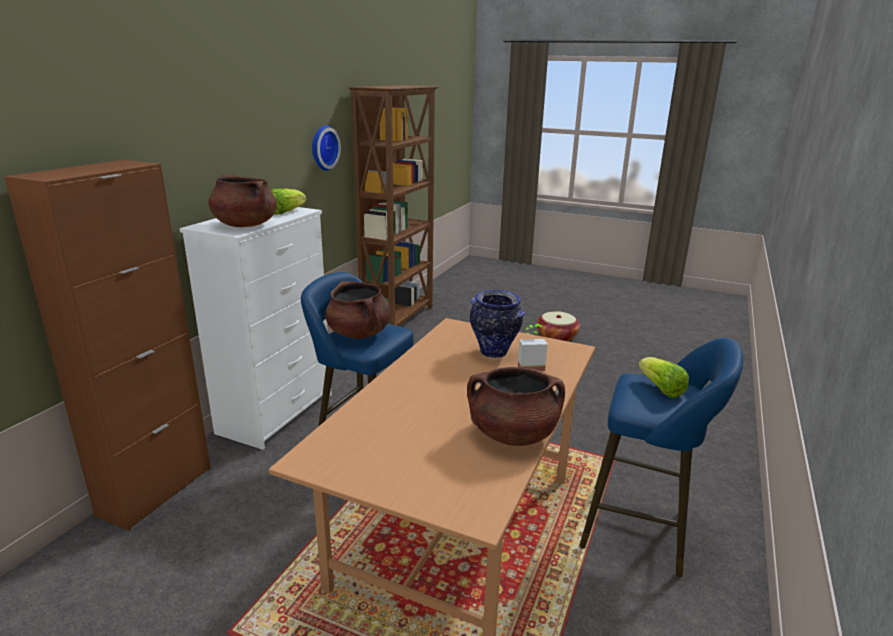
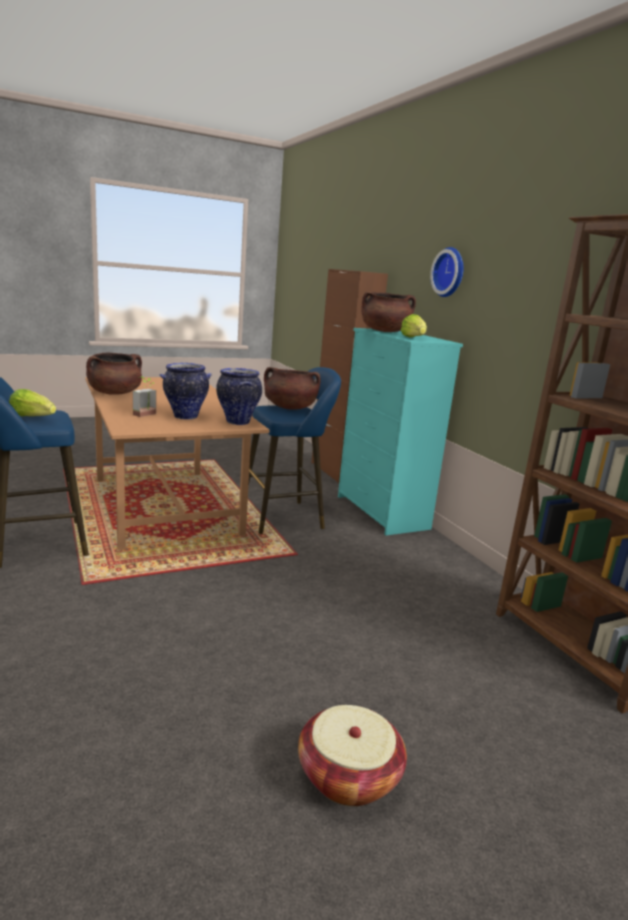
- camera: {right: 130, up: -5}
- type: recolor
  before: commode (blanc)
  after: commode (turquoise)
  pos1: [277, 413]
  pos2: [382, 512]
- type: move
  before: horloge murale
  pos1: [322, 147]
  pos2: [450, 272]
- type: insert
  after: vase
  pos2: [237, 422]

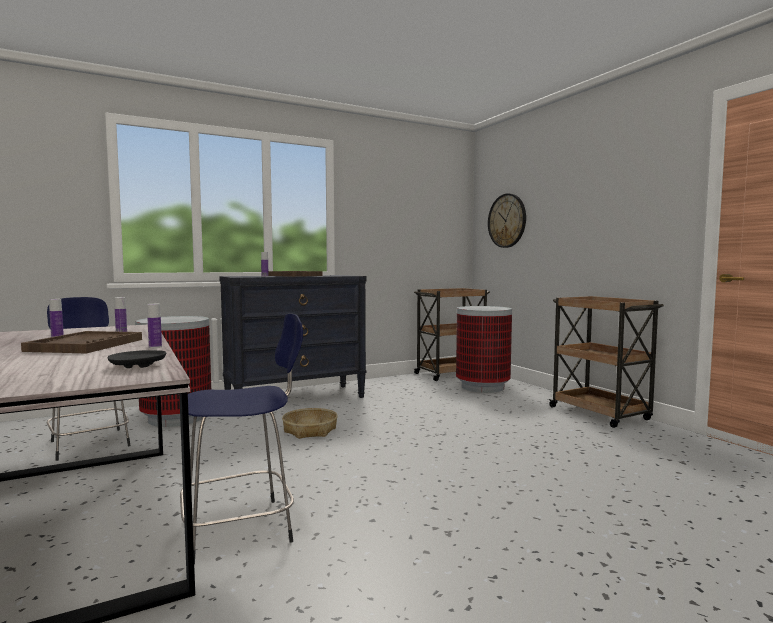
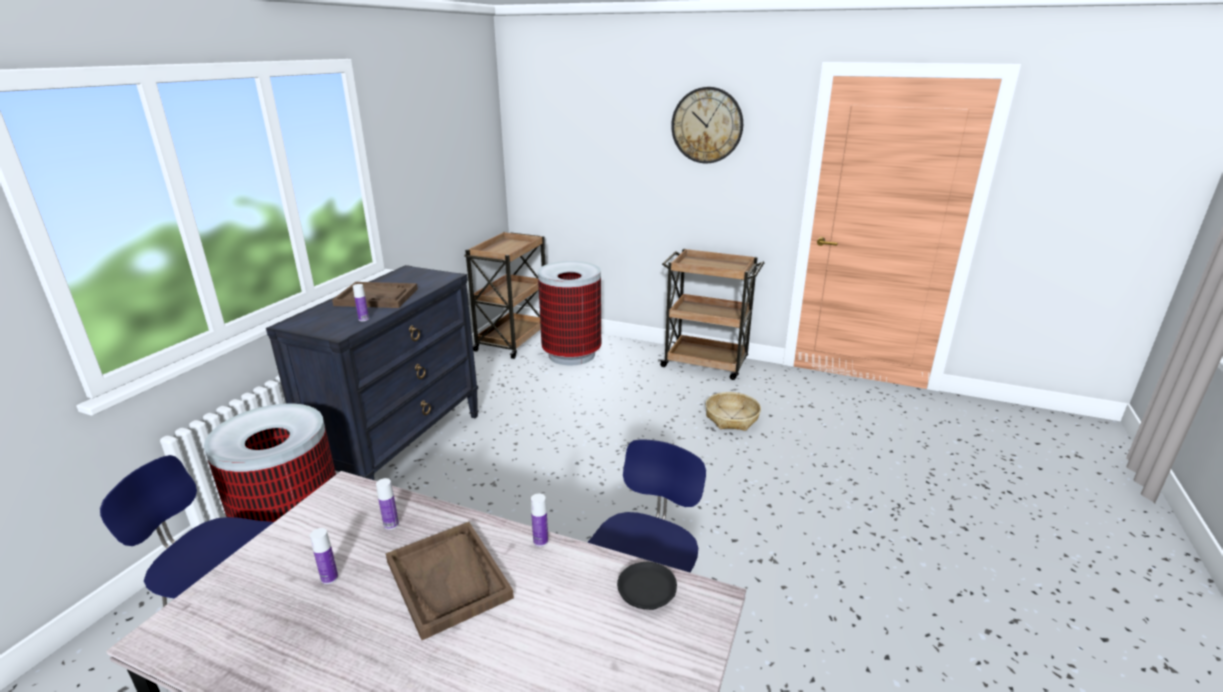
- camera: {right: -40, up: 20}
- type: move
  before: panier
  pos1: [310, 430]
  pos2: [731, 418]
- type: move
  before: horloge murale
  pos1: [507, 220]
  pos2: [707, 125]

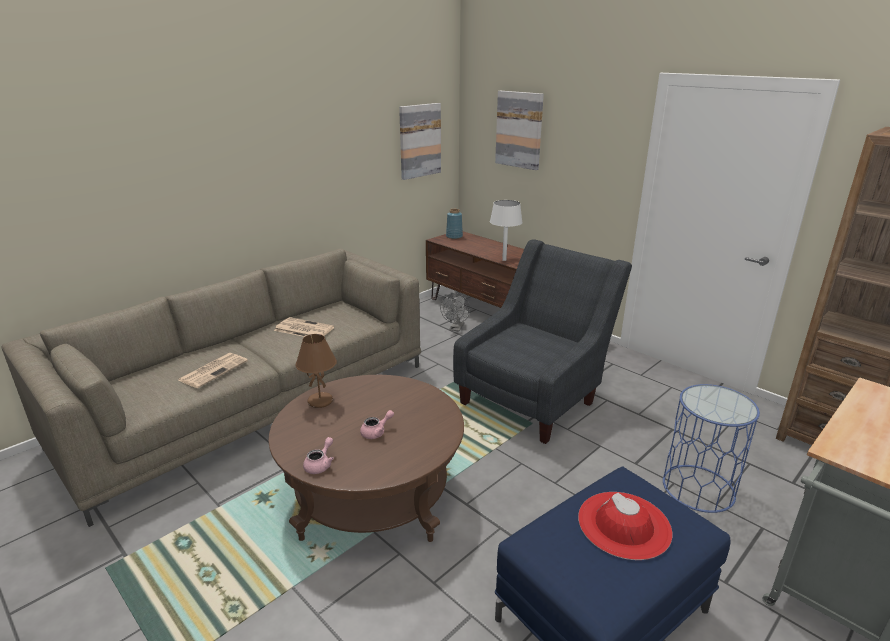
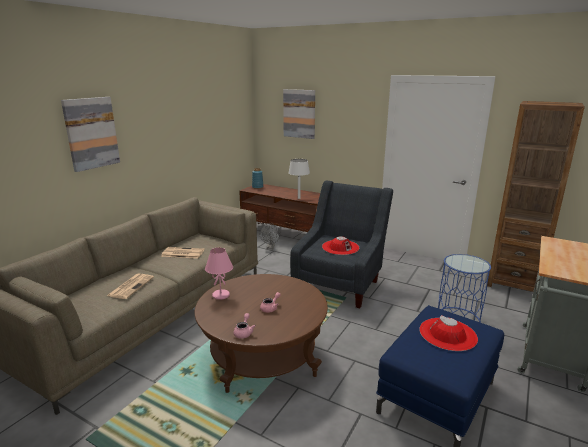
- camera: {right: -15, up: -5}
- type: recolor
  before: lampe de table (marron)
  after: lampe de table (rose)
  pos1: [321, 401]
  pos2: [221, 295]
- type: move
  before: tableau
  pos1: [419, 141]
  pos2: [91, 133]
- type: insert
  after: chapeau (rouge)
  pos2: [340, 247]

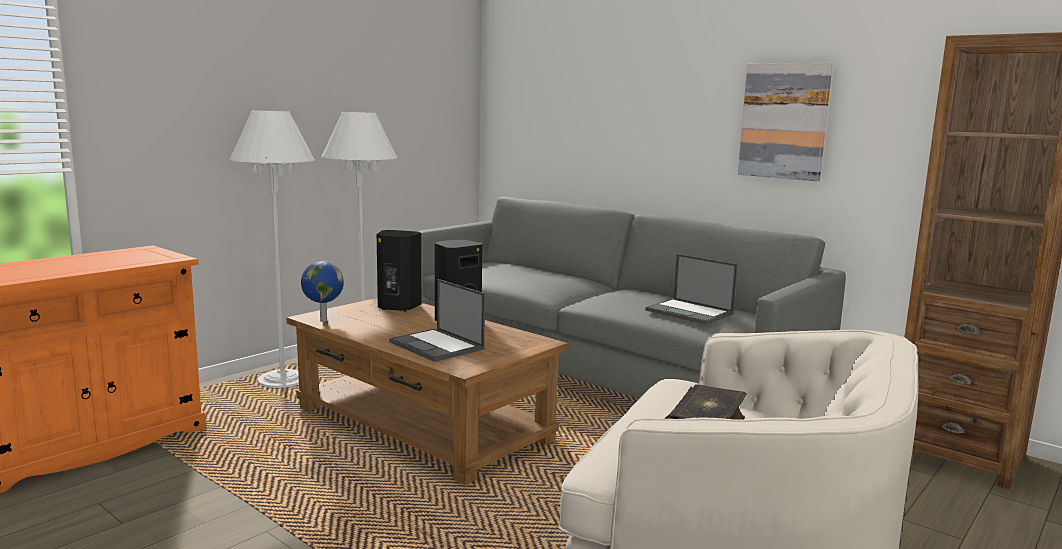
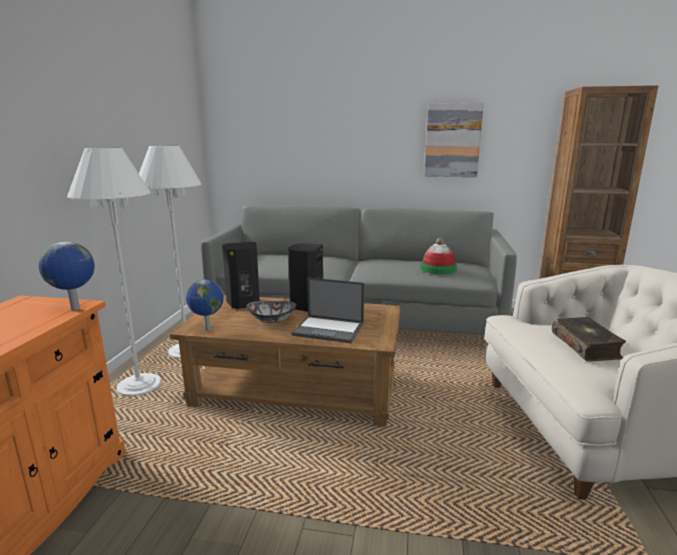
- camera: {right: -30, up: 5}
- type: replace
  before: ordinateur portable
  after: chapeau
  pos1: [690, 312]
  pos2: [438, 269]
- type: insert
  after: globe
  pos2: [75, 309]
- type: insert
  after: bol
  pos2: [272, 320]

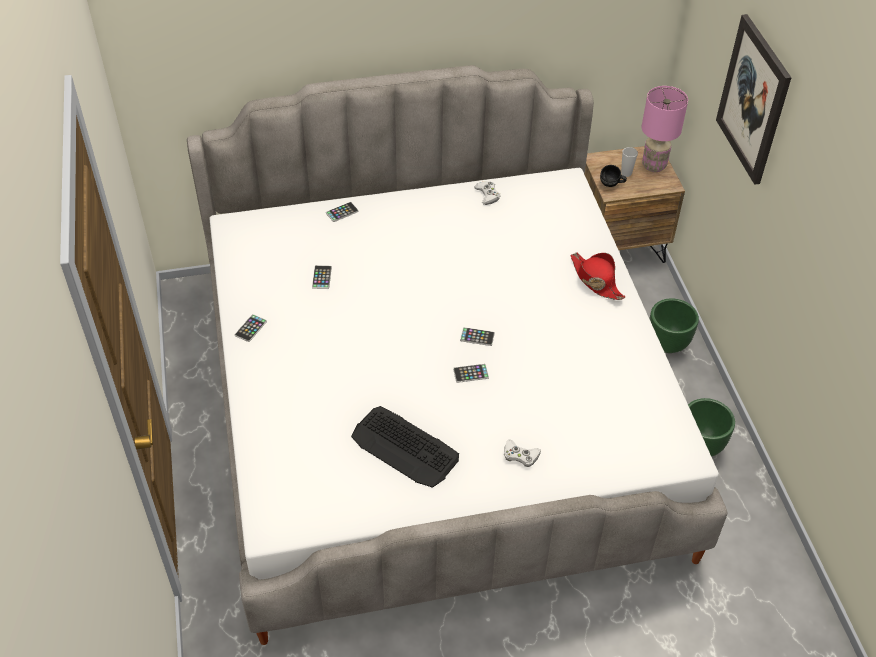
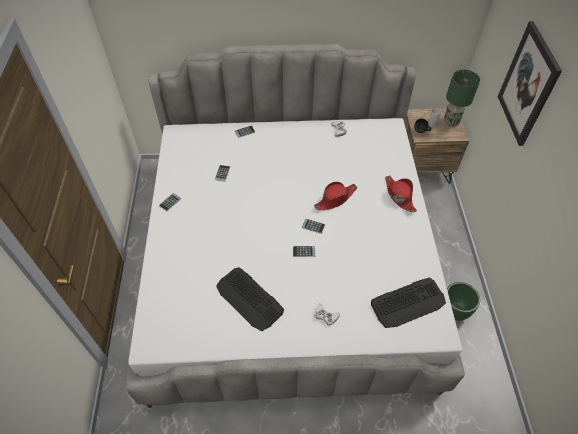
- camera: {right: 10, up: 5}
- type: recolor
  before: lampe de table (rose)
  after: lampe de table (vert)
  pos1: [653, 166]
  pos2: [451, 121]
- type: delete
  before: cache-pot (vert)
  pos1: [668, 344]
- type: insert
  after: chapeau (rouge)
  pos2: [335, 199]
- type: insert
  after: clavier
  pos2: [408, 303]

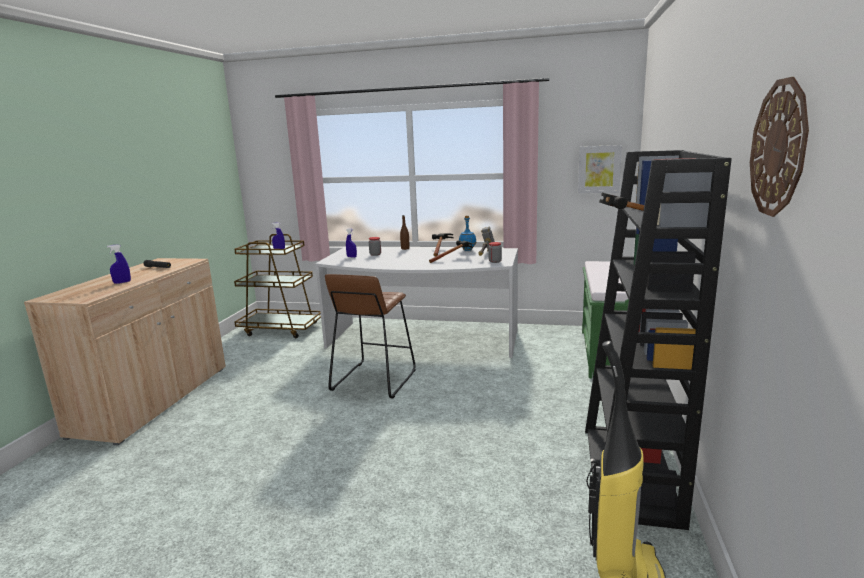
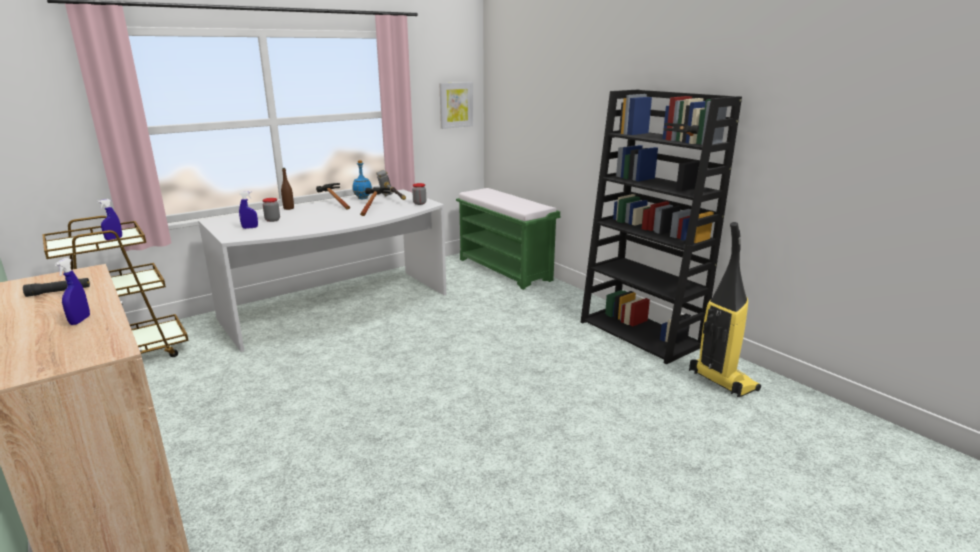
- camera: {right: -50, up: 5}
- type: delete
  before: tabouret (marron)
  pos1: [374, 380]
- type: delete
  before: horloge murale
  pos1: [779, 148]

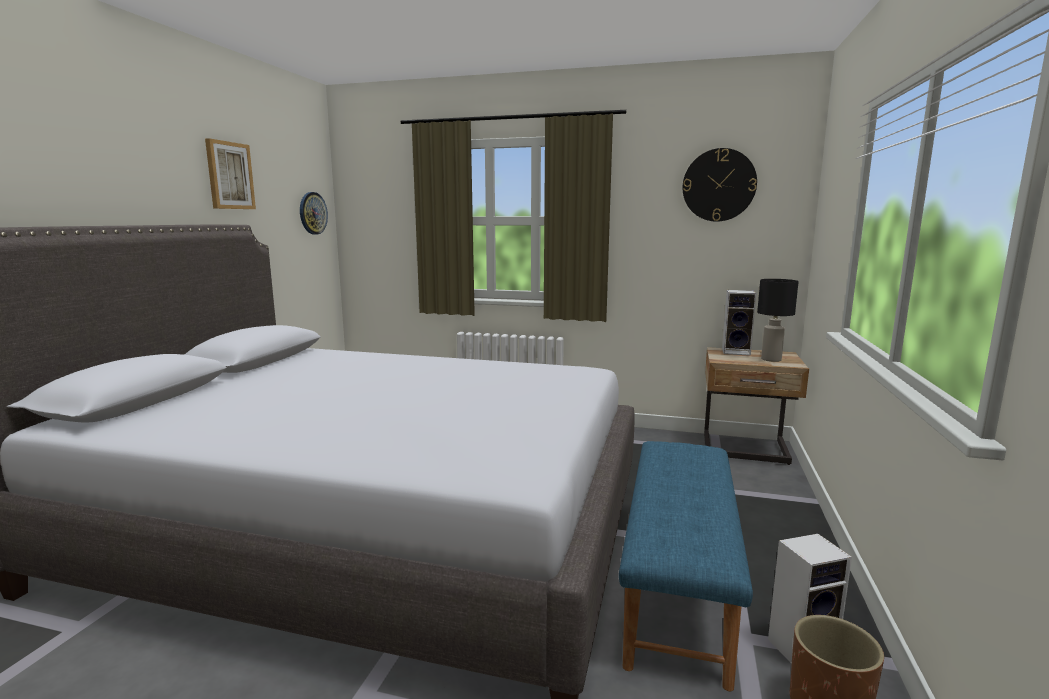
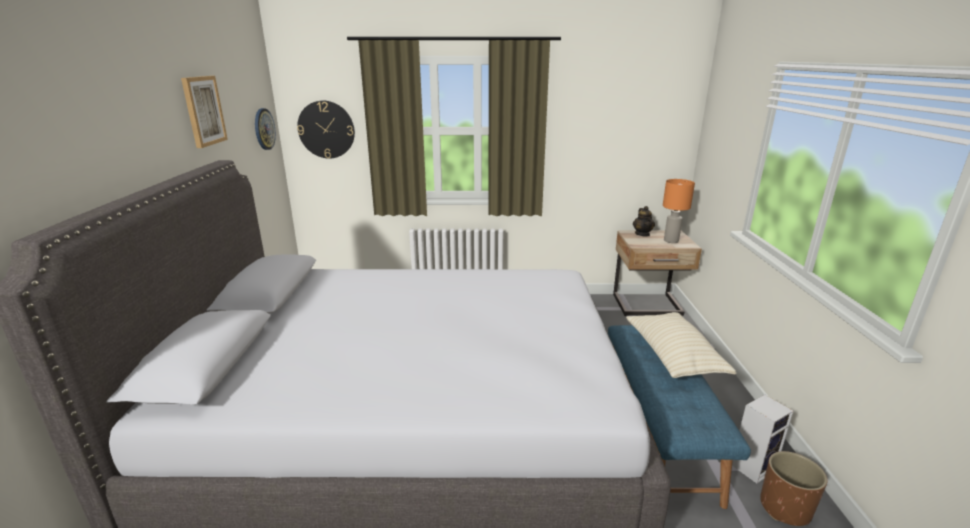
- camera: {right: -15, up: 10}
- type: move
  before: horloge murale
  pos1: [719, 185]
  pos2: [326, 129]
- type: replace
  before: enceinte
  after: théière
  pos1: [737, 352]
  pos2: [642, 234]
- type: recolor
  before: lampe de table (noir)
  after: lampe de table (orange)
  pos1: [770, 359]
  pos2: [670, 241]
- type: insert
  after: coussin (beige)
  pos2: [673, 356]

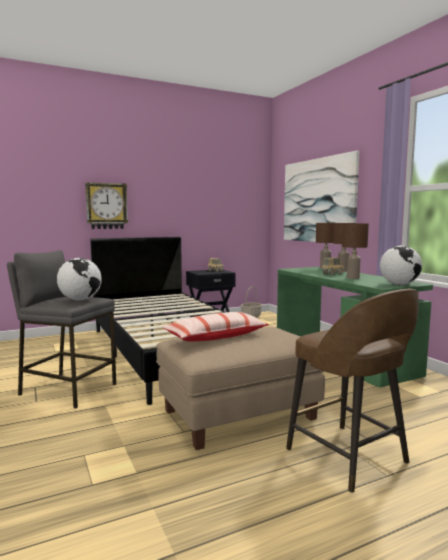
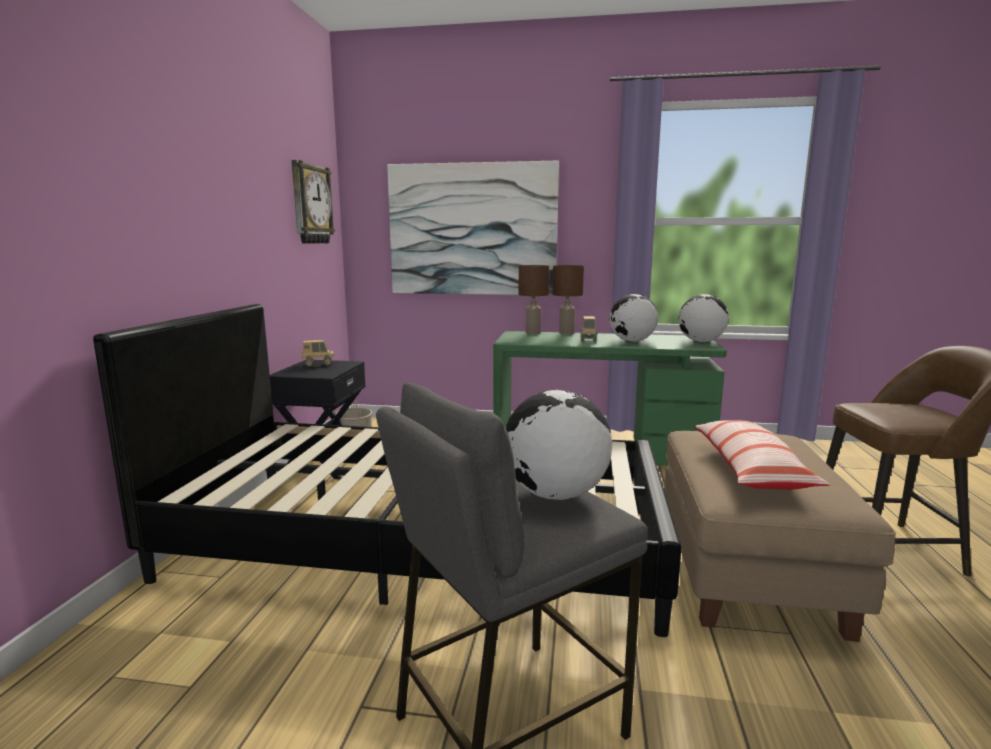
- camera: {right: -55, up: 5}
- type: move
  before: horloge murale
  pos1: [106, 206]
  pos2: [310, 204]
- type: replace
  before: lampe de table (marron)
  after: globe
  pos1: [353, 278]
  pos2: [631, 341]

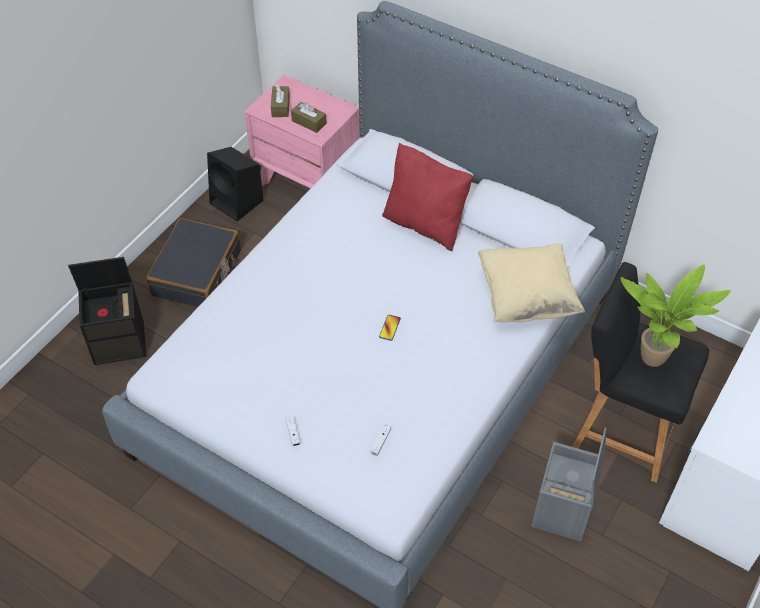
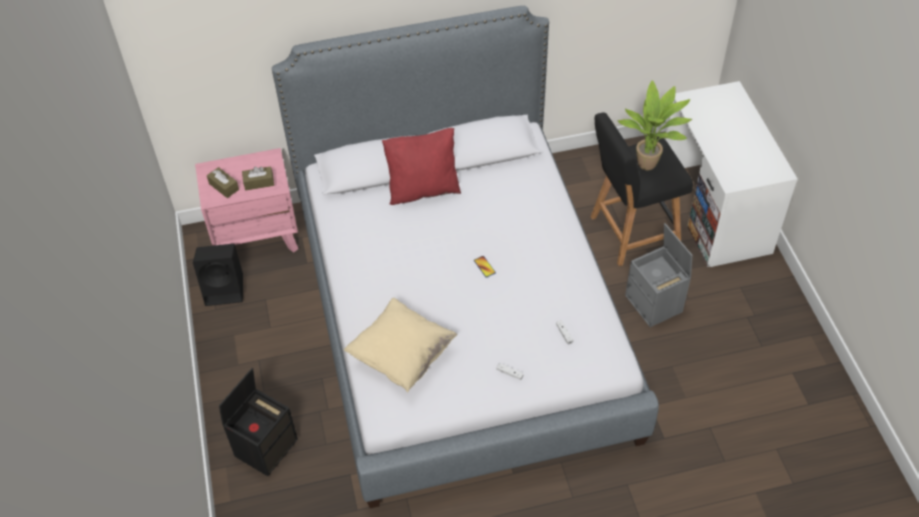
- camera: {right: -45, up: 0}
- type: delete
  before: valise (noir)
  pos1: [197, 273]
- type: move
  before: coussin (beige)
  pos1: [526, 298]
  pos2: [402, 356]

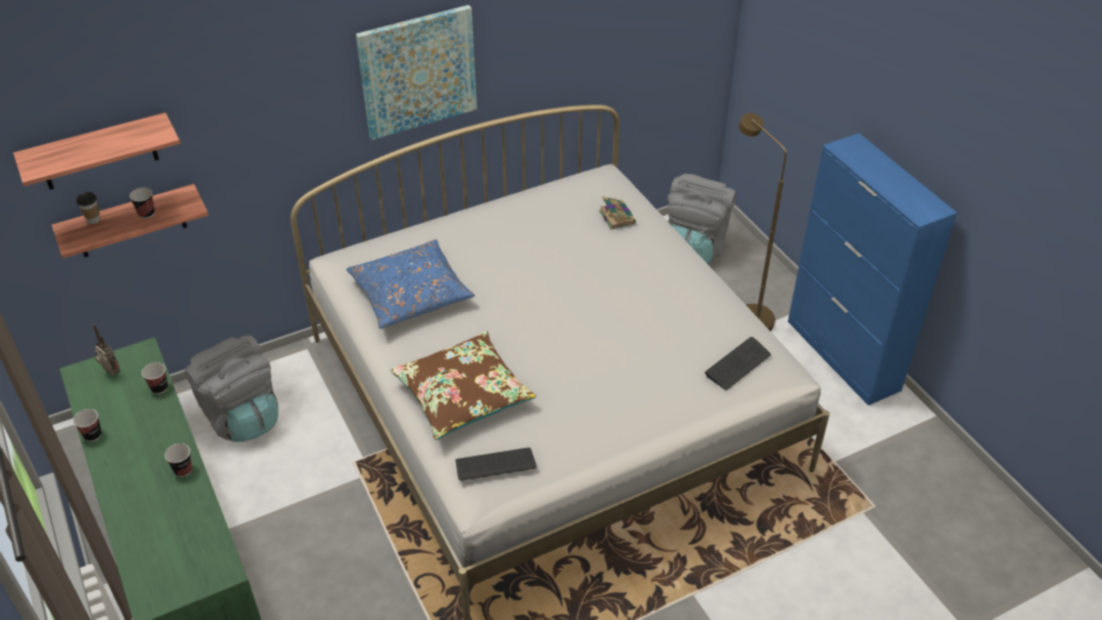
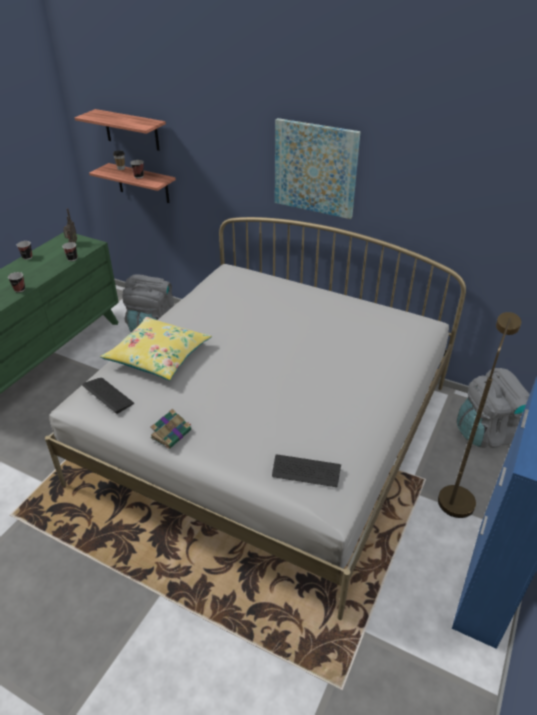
- camera: {right: 55, up: -5}
- type: delete
  before: coussin (bleu)
  pos1: [410, 293]
- type: recolor
  before: coussin (marron)
  after: coussin (jaune)
  pos1: [463, 394]
  pos2: [158, 356]
- type: move
  before: livre
  pos1: [616, 217]
  pos2: [171, 433]

